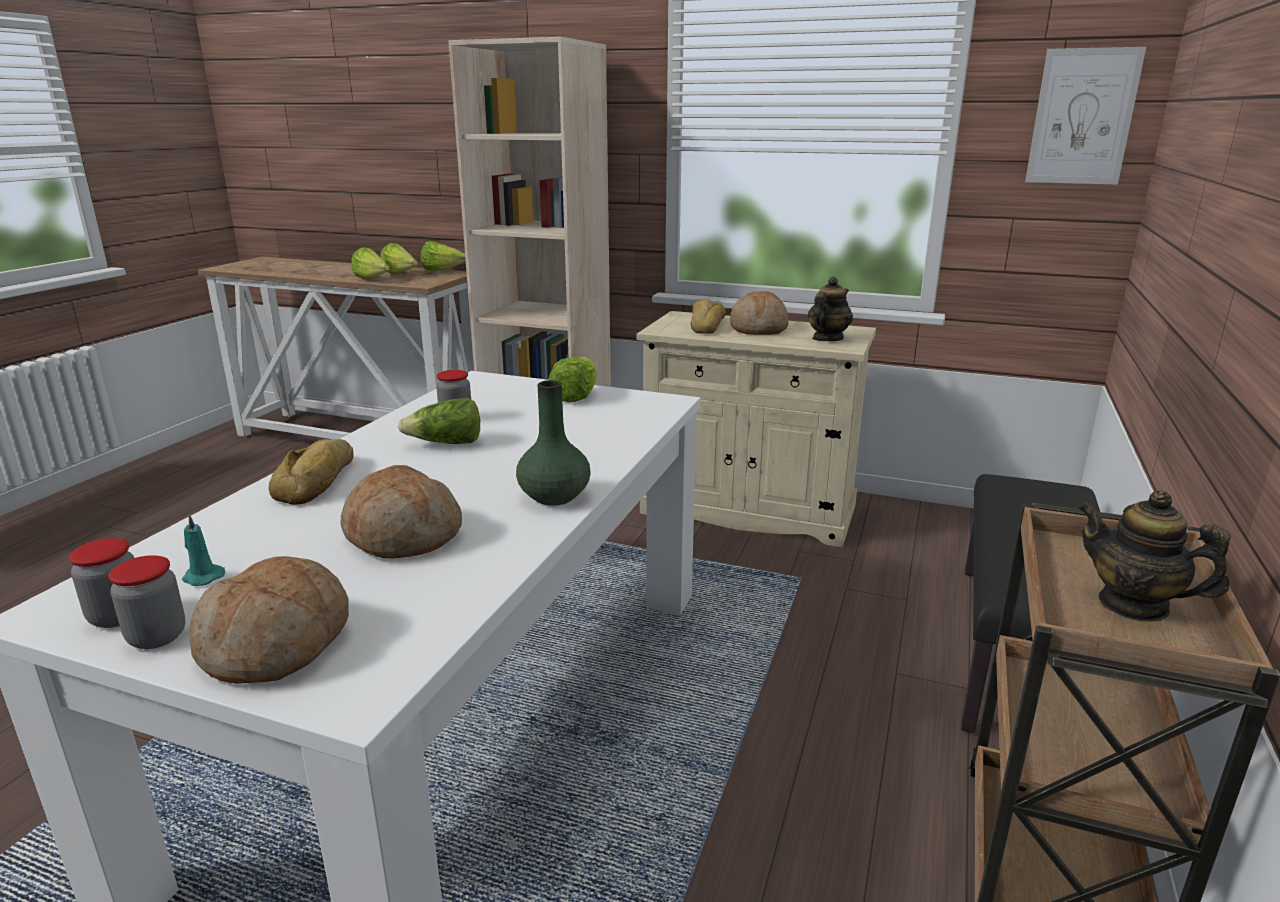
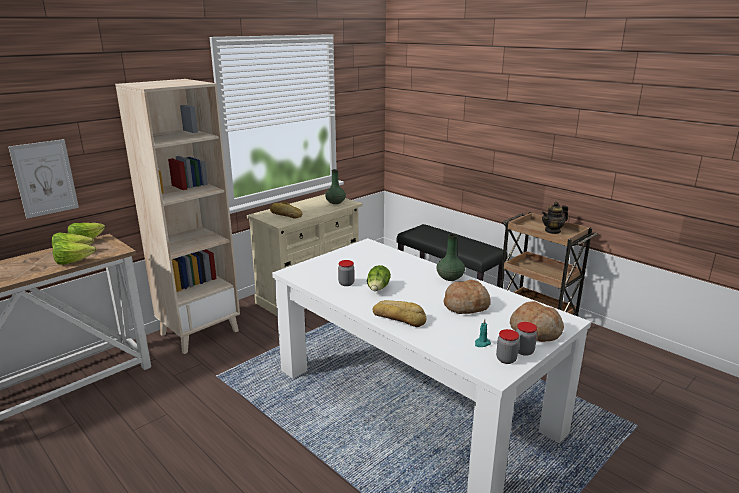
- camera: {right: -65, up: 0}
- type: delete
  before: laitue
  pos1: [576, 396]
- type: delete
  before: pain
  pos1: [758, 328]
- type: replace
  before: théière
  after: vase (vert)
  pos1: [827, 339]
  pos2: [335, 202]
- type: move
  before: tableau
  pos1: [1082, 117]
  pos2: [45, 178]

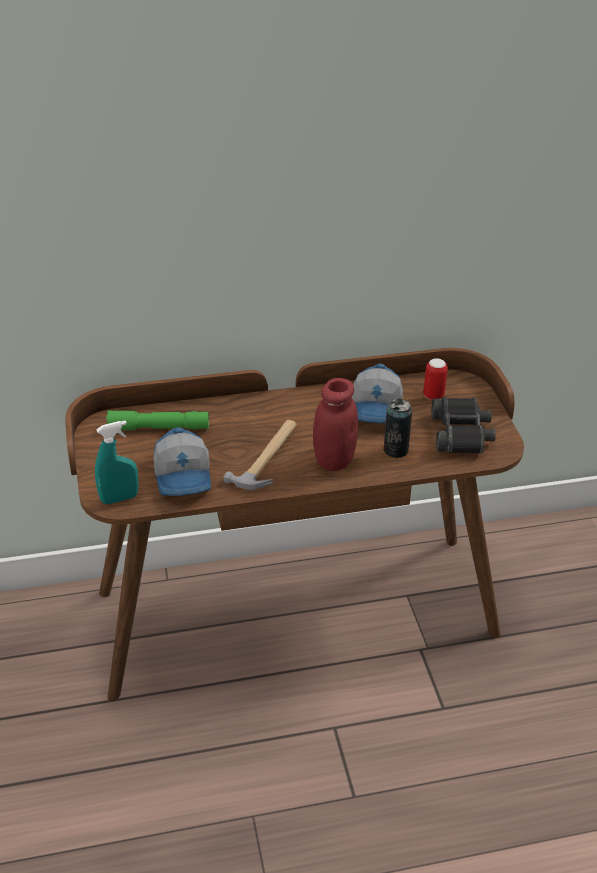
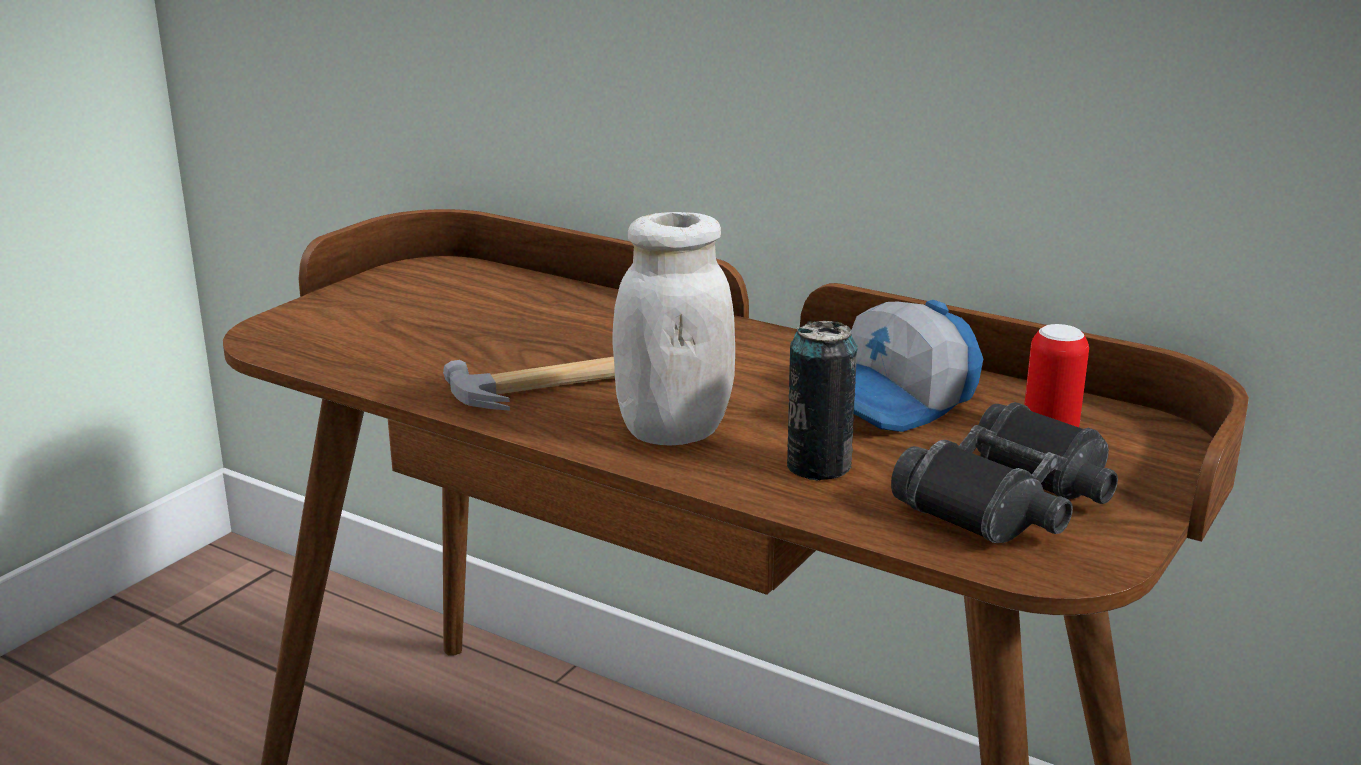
- camera: {right: 45, up: -15}
- type: delete
  before: vaporisateur (turquoise)
  pos1: [119, 498]
- type: delete
  before: lampe de poche (vert)
  pos1: [158, 428]
- type: delete
  before: casquette
  pos1: [184, 476]
- type: recolor
  before: bocal (rouge)
  after: bocal (blanc)
  pos1: [334, 460]
  pos2: [673, 431]

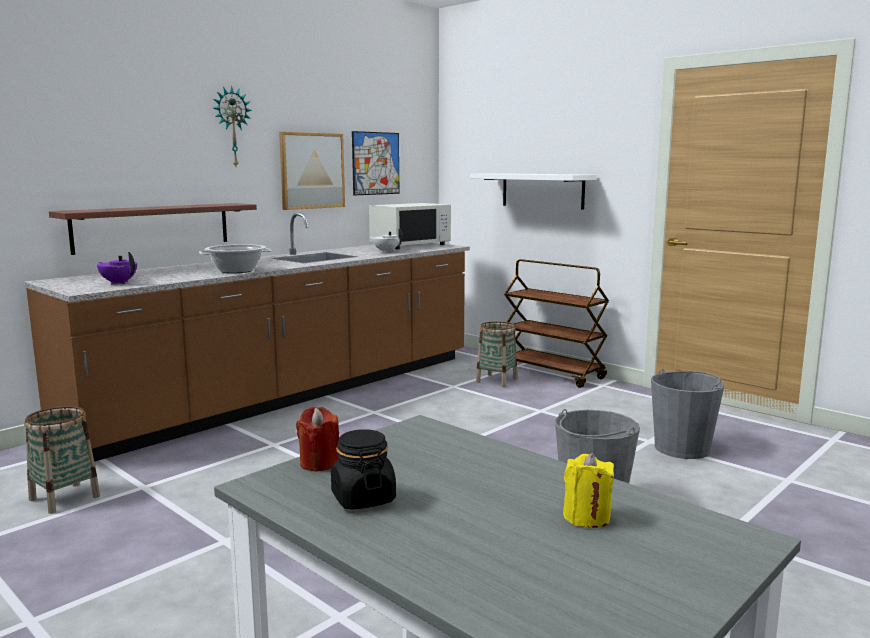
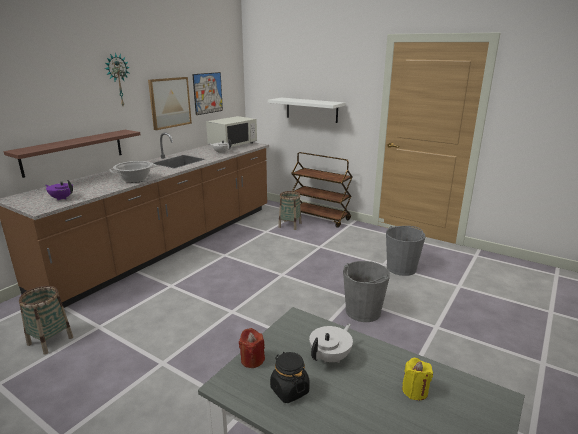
- camera: {right: -10, up: 10}
- type: insert
  after: théière (blanc)
  pos2: [331, 357]

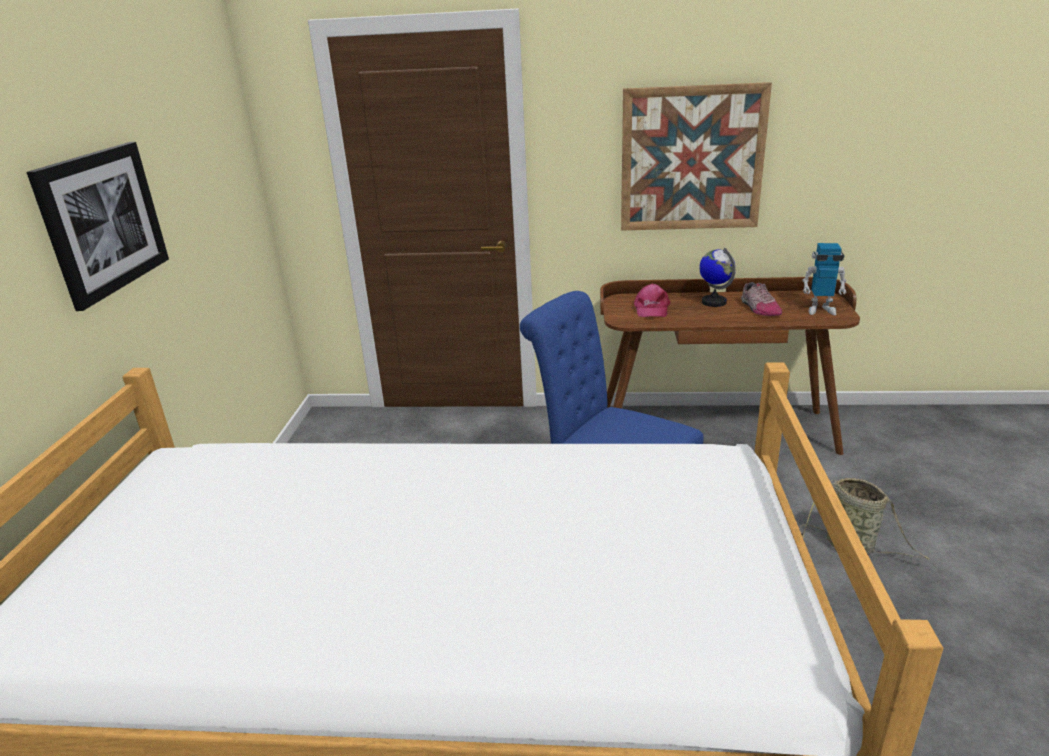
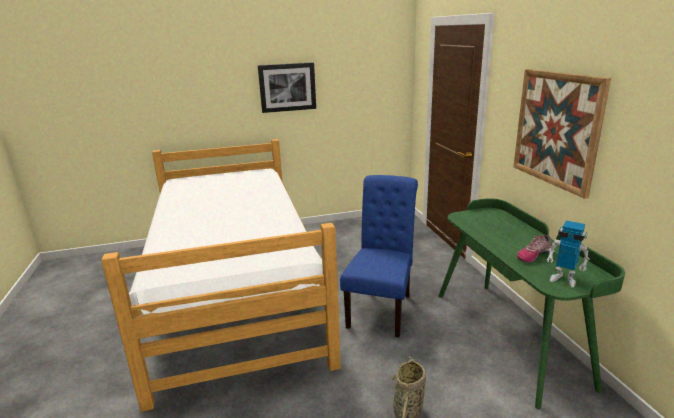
- camera: {right: 70, up: -5}
- type: recolor
  before: bureau (marron)
  after: bureau (vert)
  pos1: [714, 430]
  pos2: [509, 336]
- type: delete
  before: casquette (rose)
  pos1: [651, 309]
- type: delete
  before: globe
  pos1: [714, 302]
- type: rotate
  before: robot jouet
  pos1: [820, 309]
  pos2: [563, 279]
  turn: -45

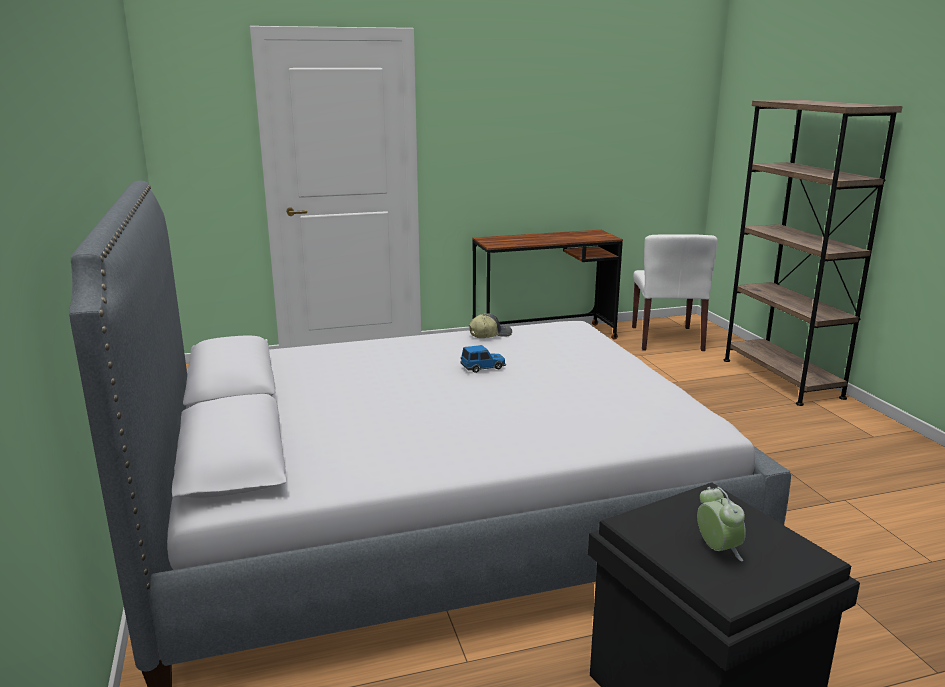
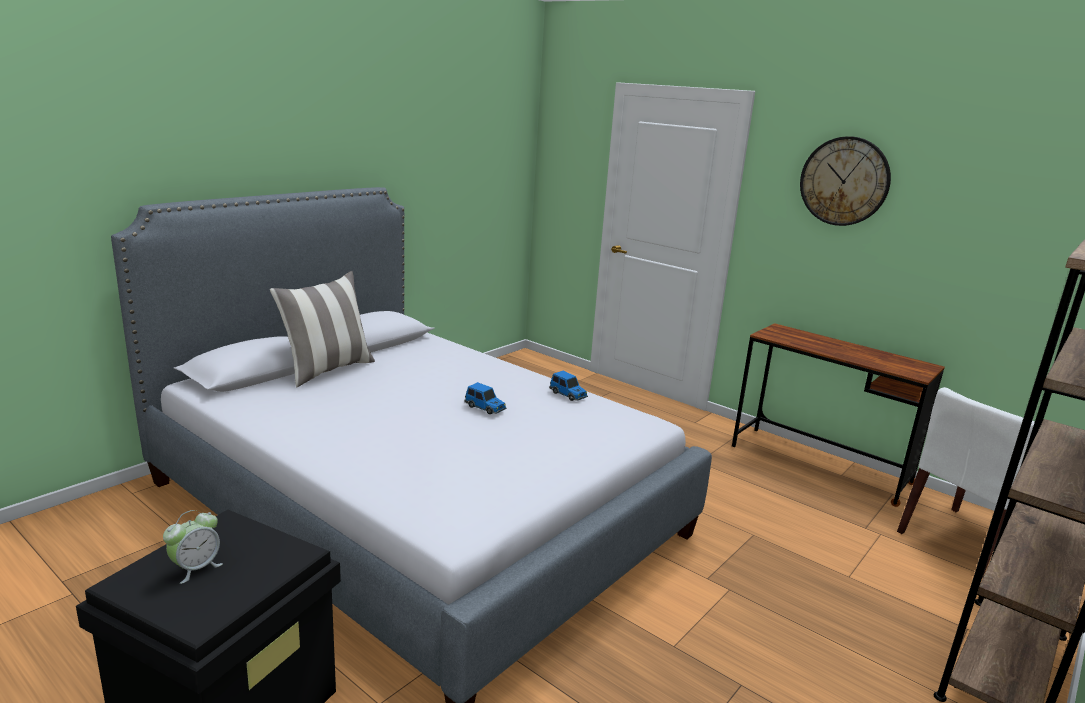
- camera: {right: 55, up: 0}
- type: replace
  before: casquette
  after: petite voiture
  pos1: [490, 334]
  pos2: [568, 395]
- type: insert
  after: coussin
  pos2: [327, 370]
- type: insert
  after: horloge murale
  pos2: [844, 181]

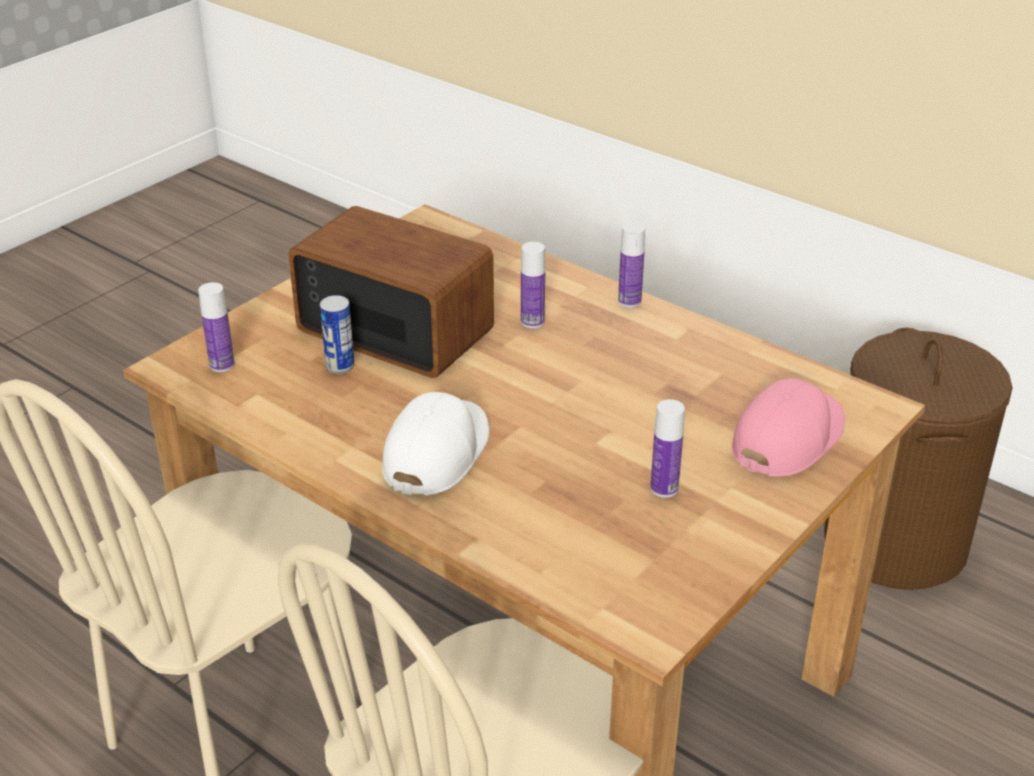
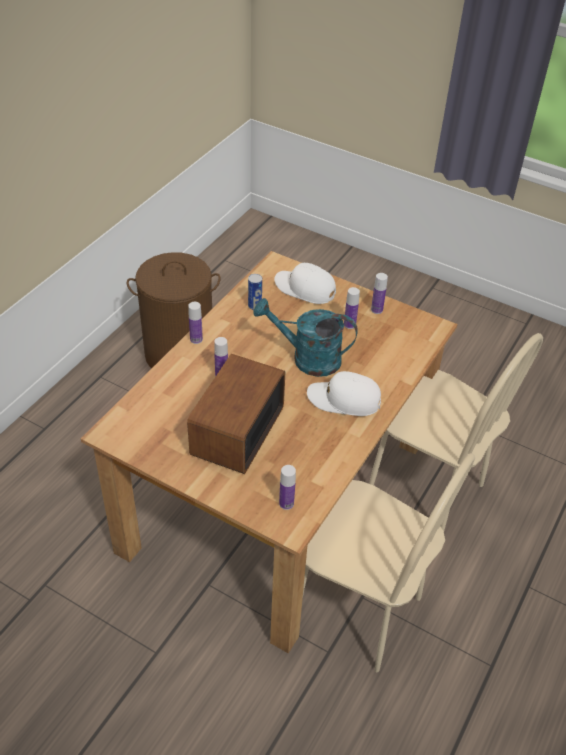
- camera: {right: -100, up: 10}
- type: move
  before: boîte métallique
  pos1: [340, 366]
  pos2: [254, 306]
- type: recolor
  before: casquette (rose)
  after: casquette (blanc)
  pos1: [788, 438]
  pos2: [305, 289]
- type: insert
  after: arrosoir (turquoise)
  pos2: [307, 358]
- type: insert
  after: bouteille
  pos2: [377, 310]

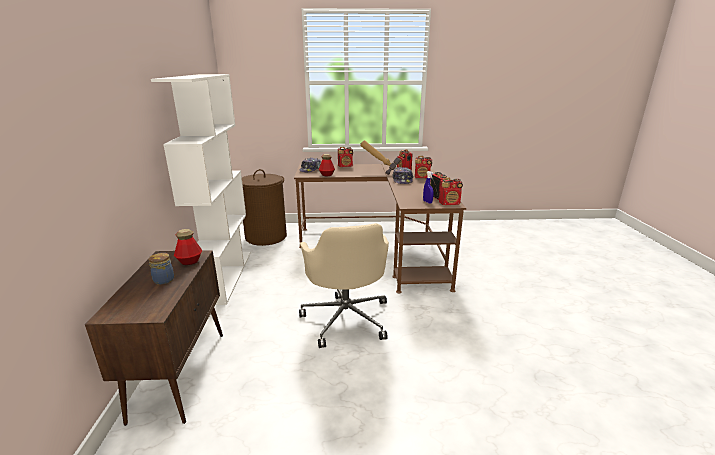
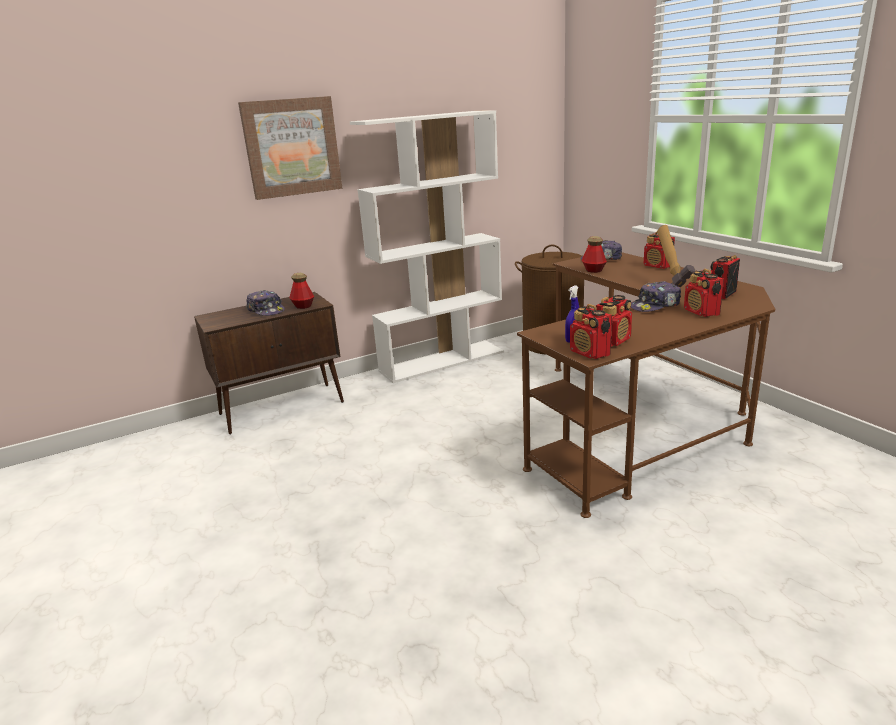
- camera: {right: 65, up: 0}
- type: replace
  before: bocal
  after: casquette
  pos1: [164, 279]
  pos2: [266, 310]
- type: delete
  before: chaise de bureau (beige)
  pos1: [346, 318]
- type: insert
  after: tableau
  pos2: [292, 147]

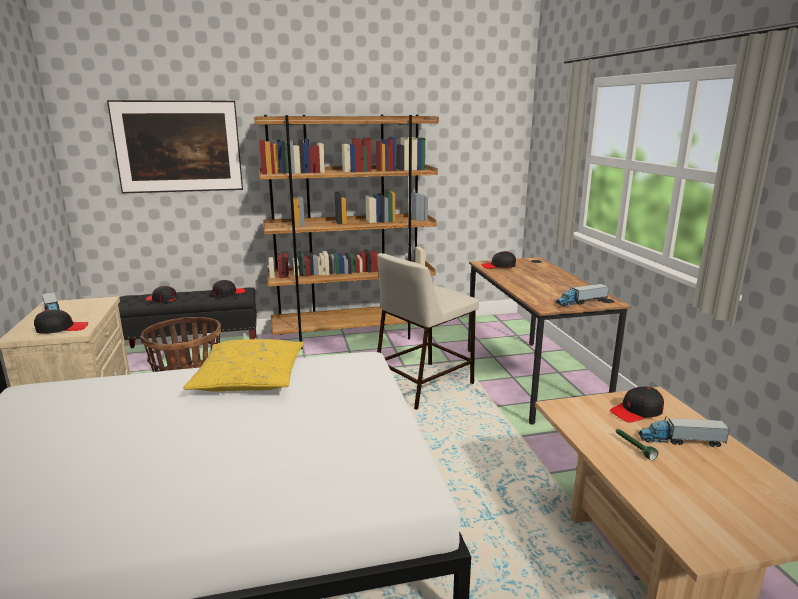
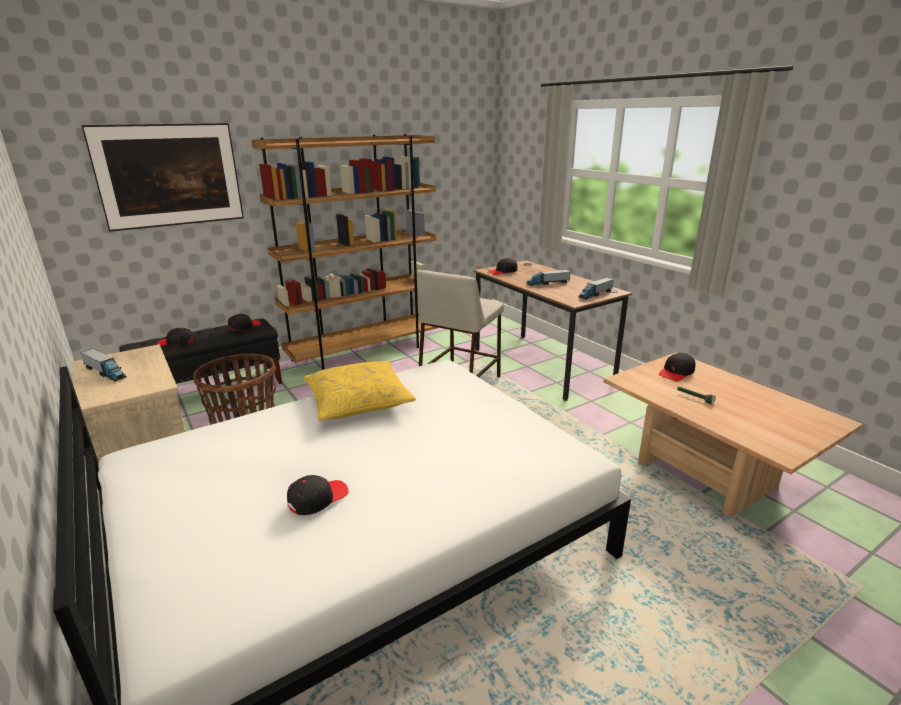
- camera: {right: -20, up: 5}
- type: move
  before: casquette (noir)
  pos1: [62, 329]
  pos2: [317, 499]
- type: move
  before: camion jouet
  pos1: [681, 440]
  pos2: [548, 283]

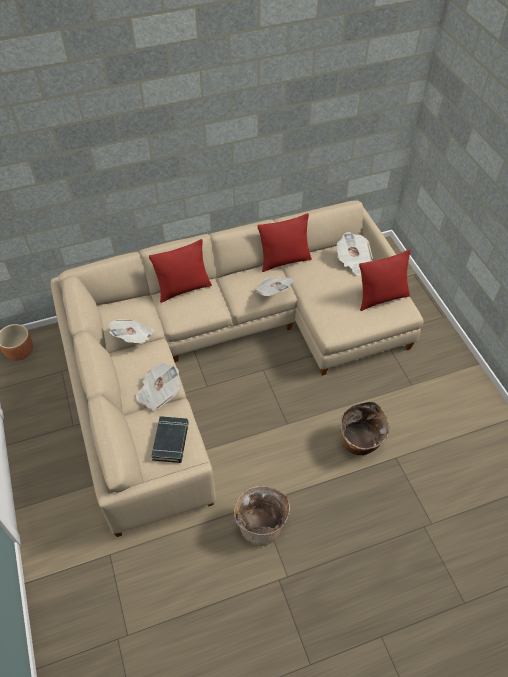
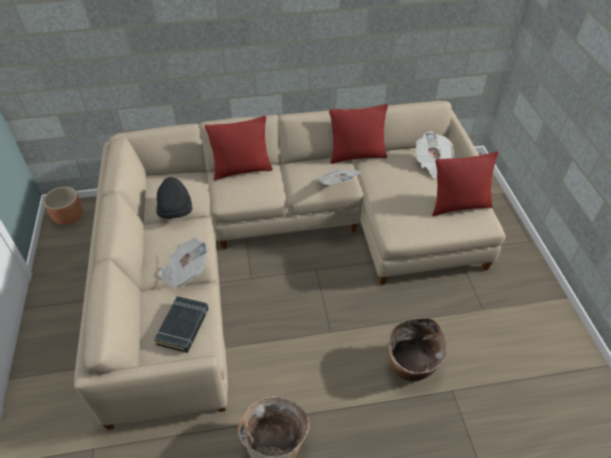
- camera: {right: 10, up: -5}
- type: replace
  before: journal
  after: chapeau (noir)
  pos1: [133, 337]
  pos2: [175, 211]

